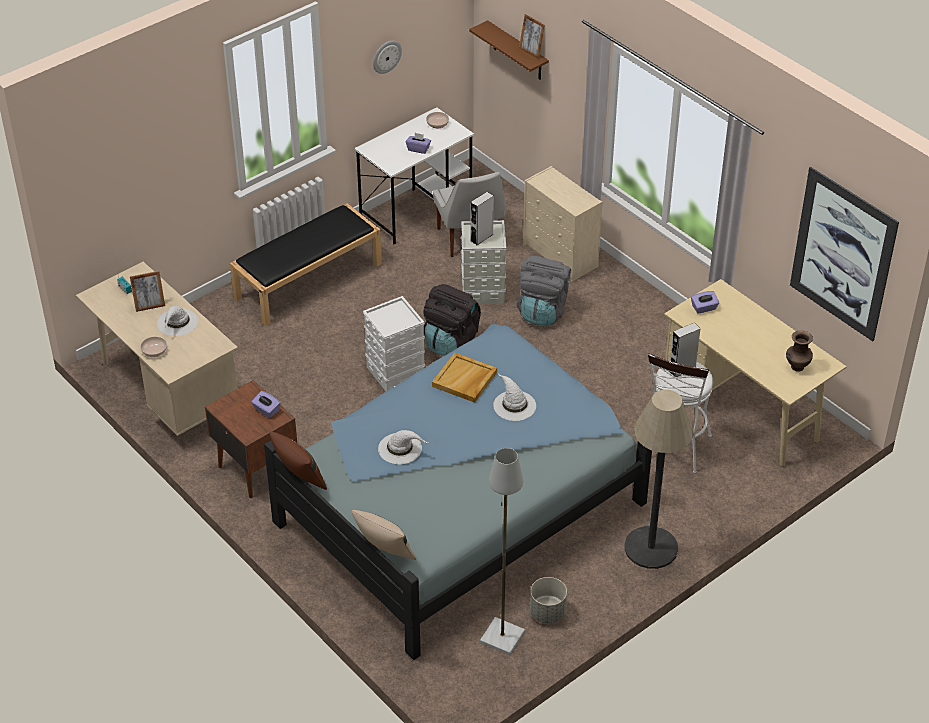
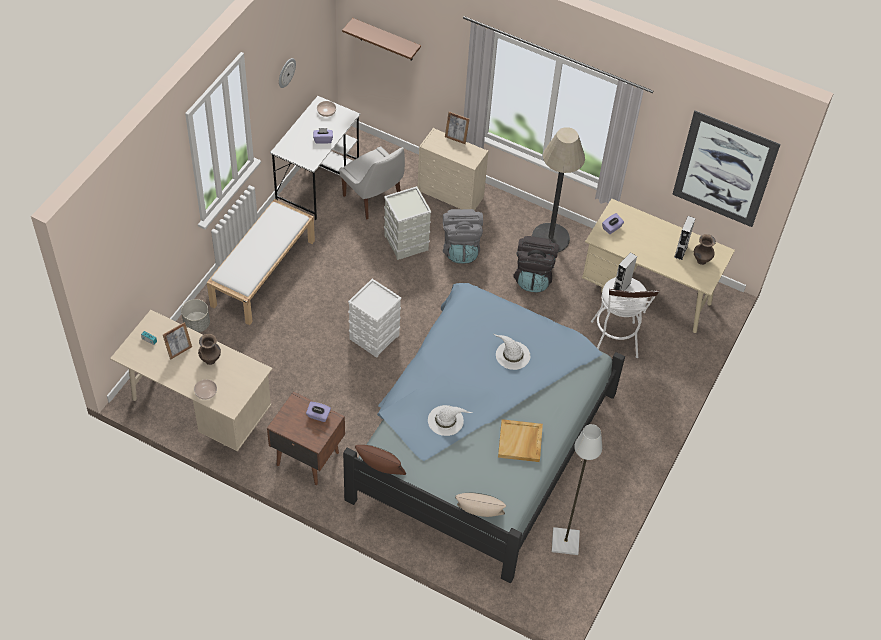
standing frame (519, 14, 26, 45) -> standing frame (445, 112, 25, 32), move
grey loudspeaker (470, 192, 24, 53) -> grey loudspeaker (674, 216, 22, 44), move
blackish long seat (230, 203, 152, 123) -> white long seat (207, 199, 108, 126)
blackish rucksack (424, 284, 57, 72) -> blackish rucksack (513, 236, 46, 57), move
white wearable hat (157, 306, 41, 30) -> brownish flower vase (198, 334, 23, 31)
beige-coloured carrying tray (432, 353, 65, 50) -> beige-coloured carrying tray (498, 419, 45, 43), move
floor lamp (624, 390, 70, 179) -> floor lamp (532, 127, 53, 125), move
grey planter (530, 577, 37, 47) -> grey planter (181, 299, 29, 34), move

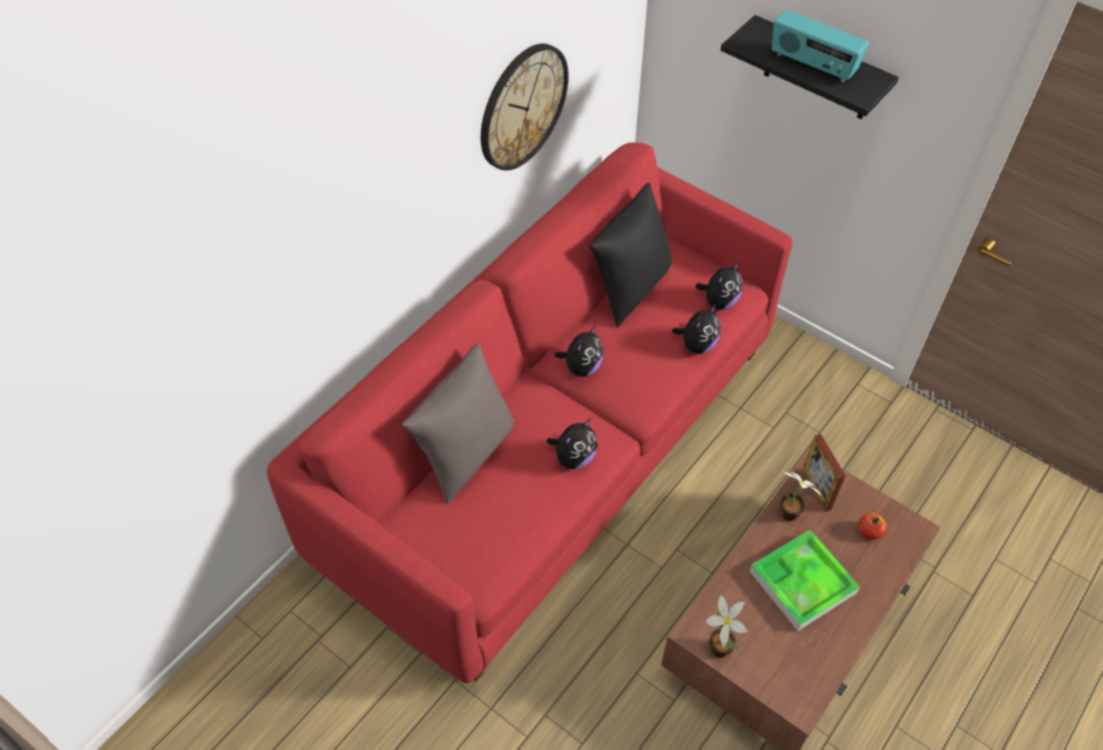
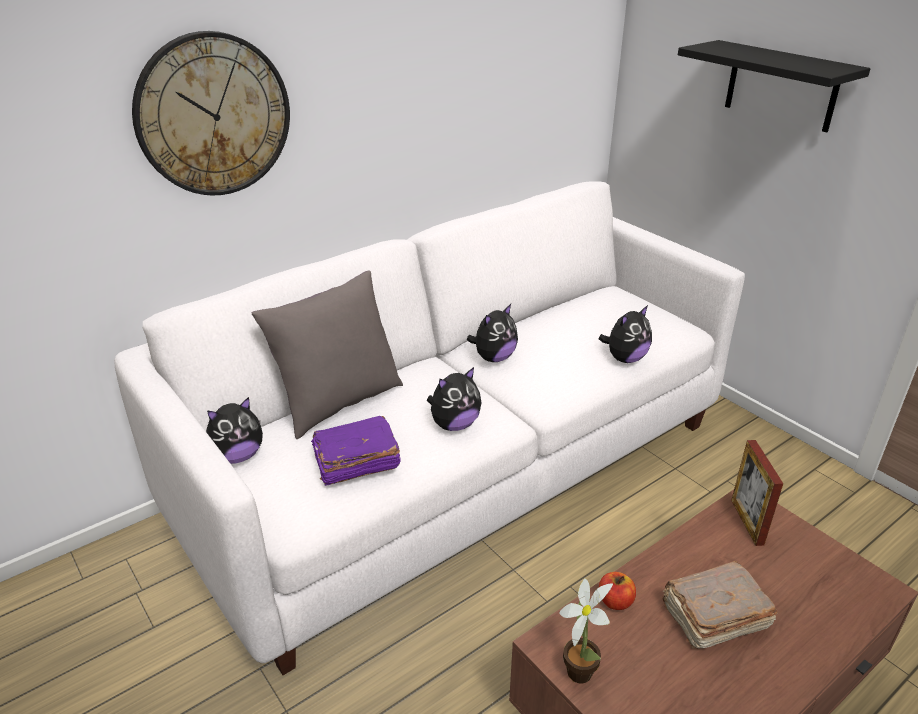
radio (772, 9, 97, 73) -> none
wall clock (481, 43, 88, 128) -> wall clock (132, 31, 158, 165), move
red sofa (267, 142, 526, 541) -> white sofa (114, 181, 631, 494)
blackish throw pillow (589, 183, 83, 144) -> none
soft toy (695, 261, 48, 49) -> soft toy (206, 397, 57, 67), move
potted plant (778, 470, 45, 51) -> none
apple fruit (858, 513, 29, 27) -> apple fruit (599, 572, 37, 38), move
carrying tray (750, 530, 110, 101) -> brownish book (662, 561, 116, 88)
none -> purple book (311, 416, 90, 70)

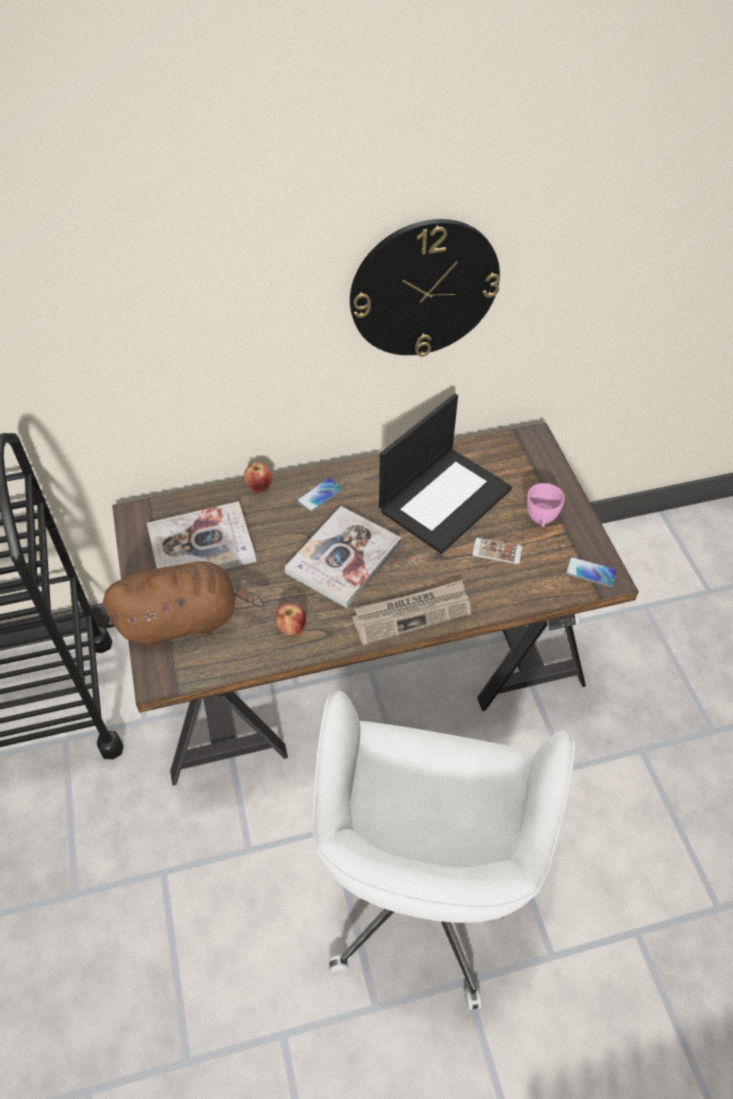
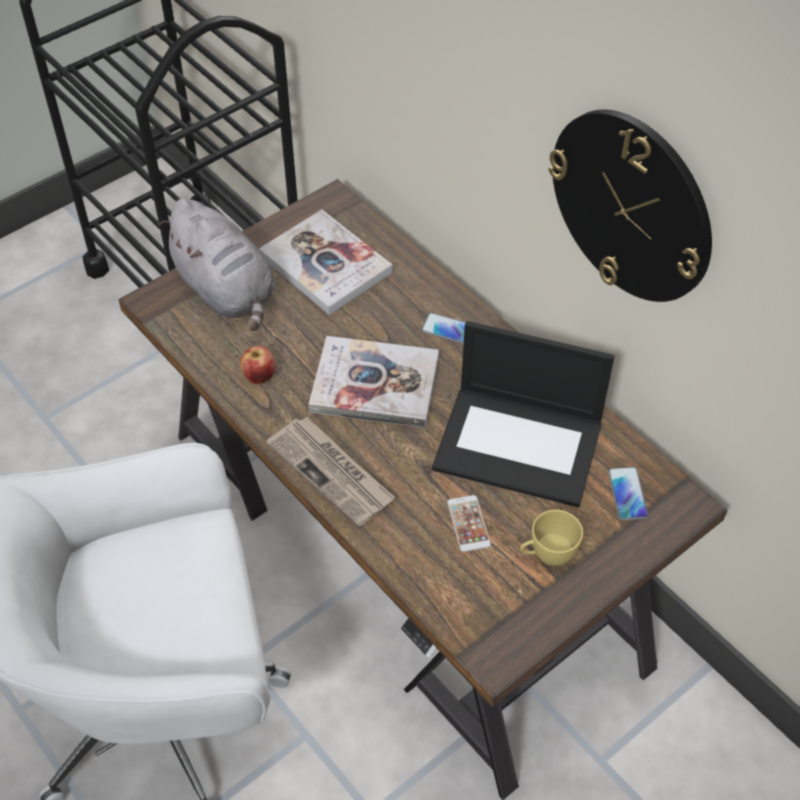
apple fruit (244, 462, 28, 30) -> none
pinkish cup (527, 483, 38, 44) -> yellowish cup (520, 510, 63, 56)
telephone (565, 557, 52, 30) -> telephone (608, 467, 40, 53), move
brownish soft toy (103, 561, 161, 86) -> grey soft toy (159, 198, 117, 133)

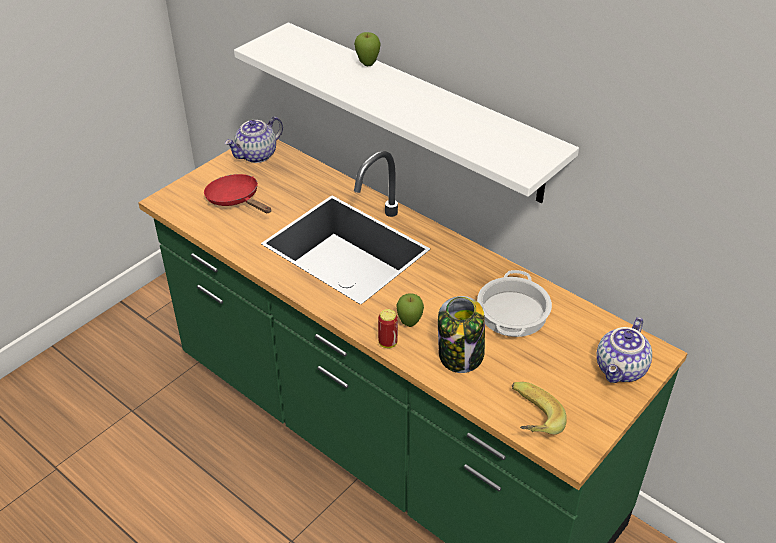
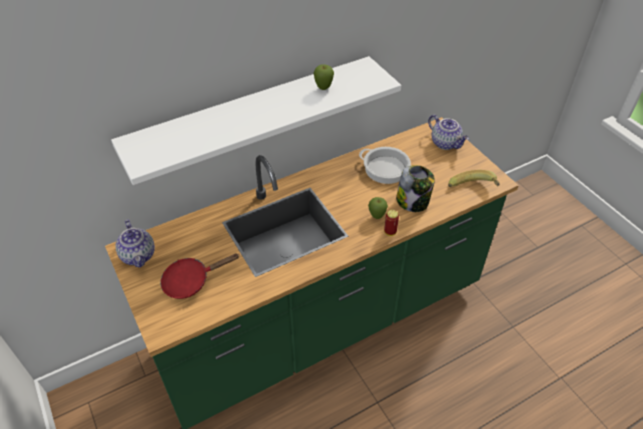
apple fruit (354, 32, 27, 34) -> apple fruit (314, 64, 20, 26), move

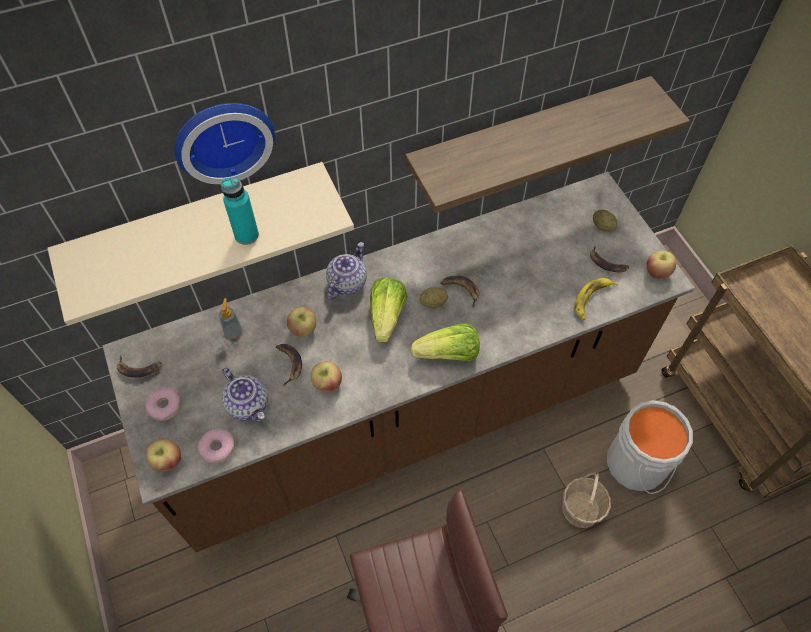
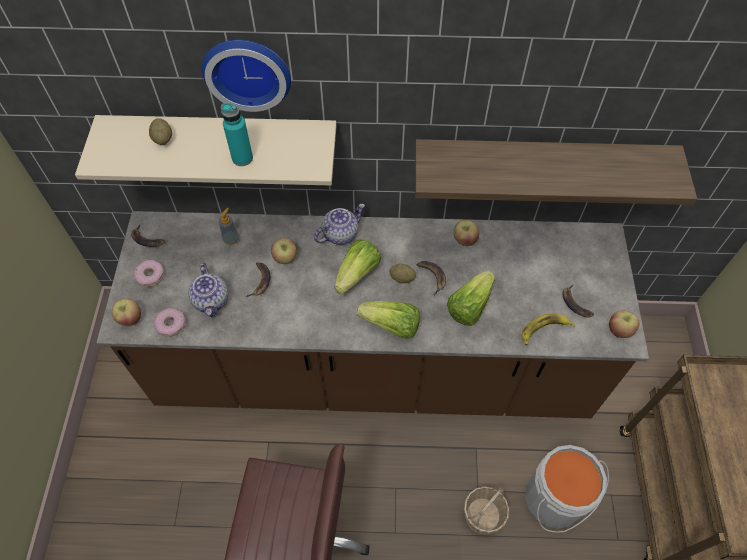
spud (593, 209, 24, 23) -> spud (149, 118, 23, 27), move
apple fruit (311, 361, 31, 31) -> apple fruit (453, 220, 26, 26), move
none -> lettuce (447, 271, 48, 55)

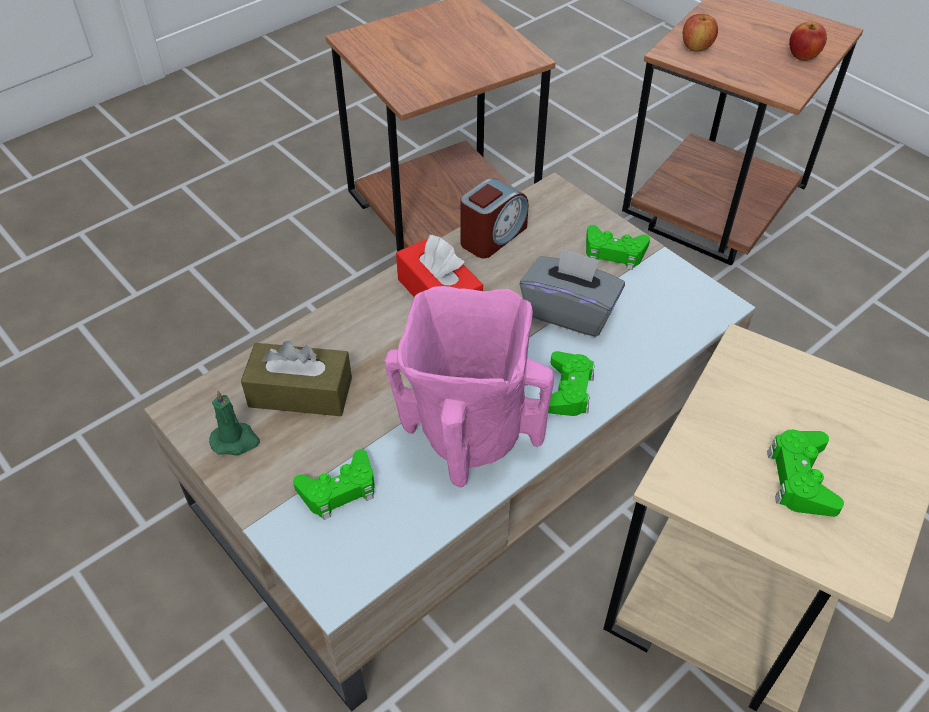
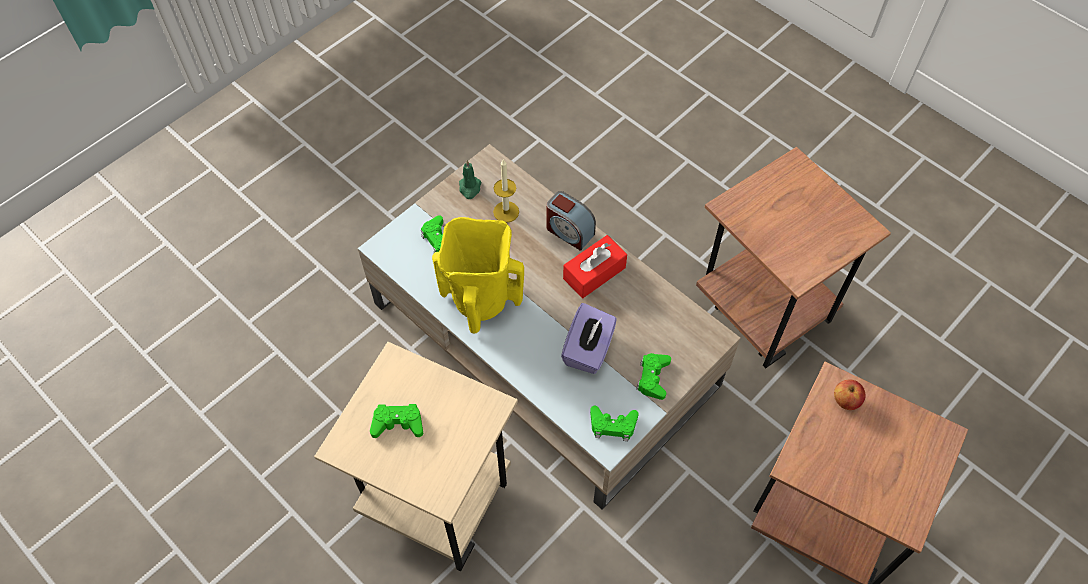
apple fruit (789, 22, 38, 39) -> none
bedside clock (460, 178, 68, 80) -> bedside clock (546, 191, 50, 60), move
grey tissue box (520, 247, 105, 90) -> purple tissue box (561, 303, 56, 71)
pinkish flower vase (385, 286, 169, 201) -> yellowish flower vase (432, 217, 92, 117)
brownish tissue box (241, 341, 111, 75) -> wax light (493, 159, 26, 64)
green-coloured game controller (548, 351, 47, 65) -> green-coloured game controller (590, 406, 49, 35), move

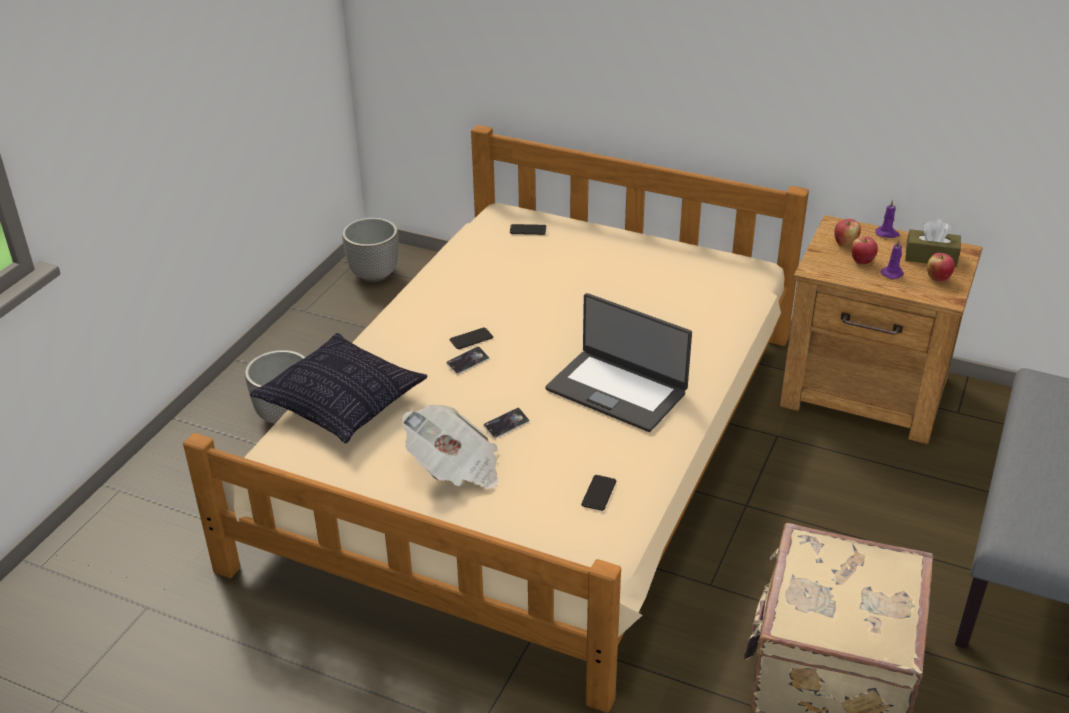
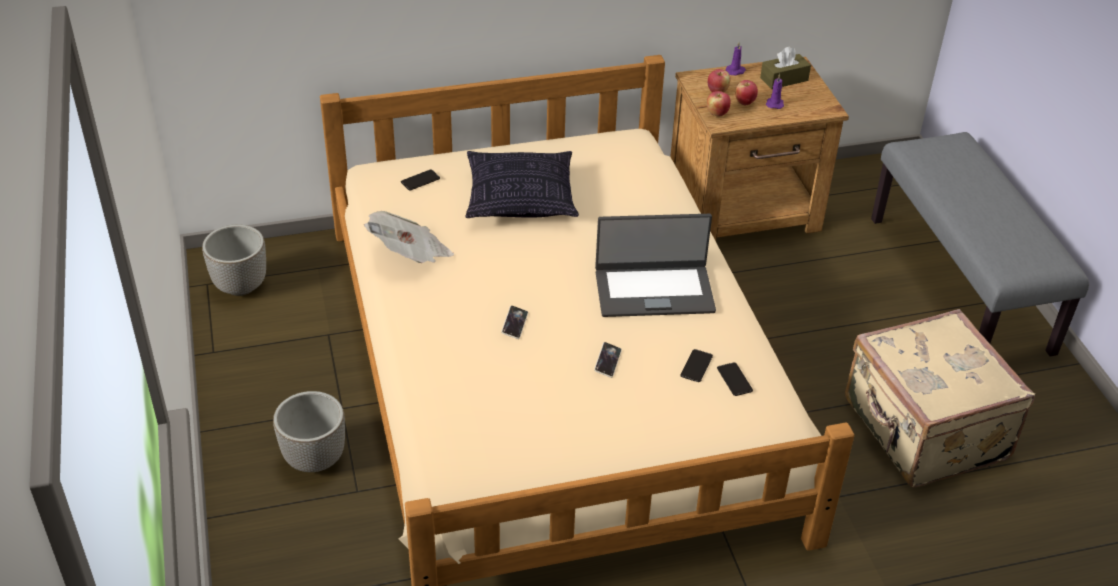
apple fruit (927, 253, 28, 29) -> apple fruit (707, 91, 24, 26), move
telephone (449, 328, 44, 21) -> telephone (680, 349, 33, 33), move
throw pillow (250, 333, 177, 110) -> throw pillow (466, 151, 113, 67), move
daily paper (402, 405, 96, 84) -> daily paper (364, 211, 90, 53), move

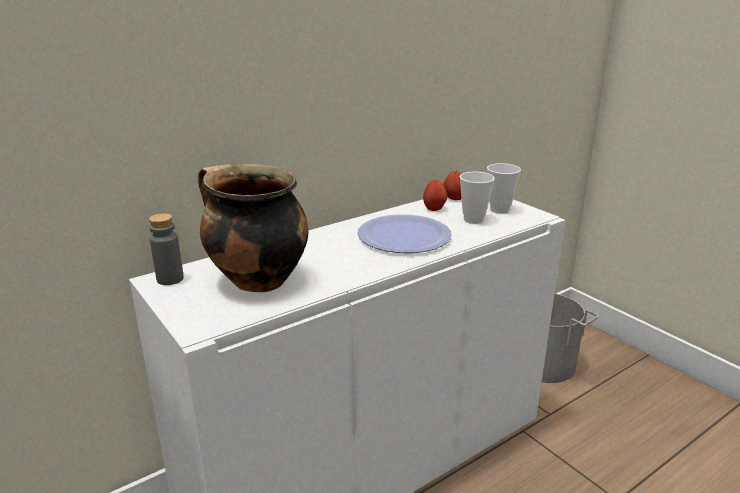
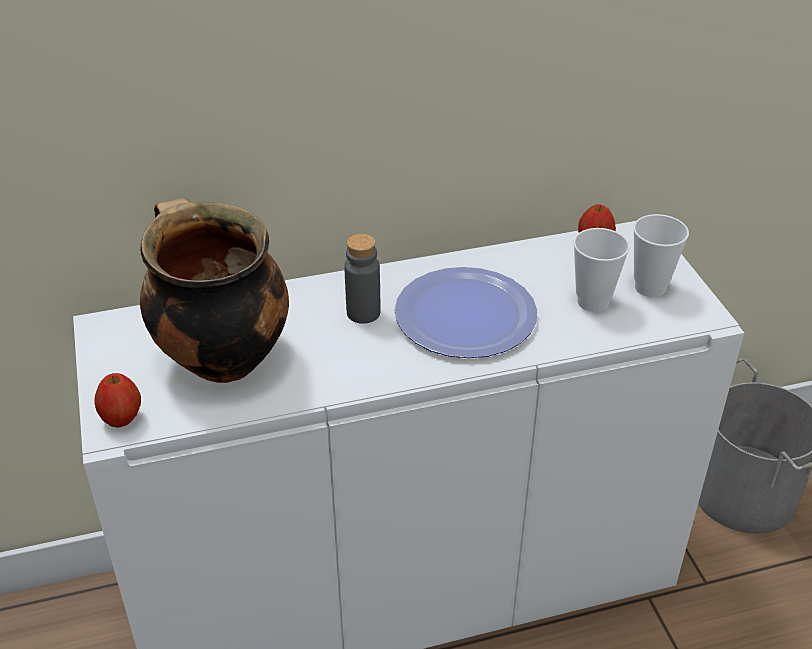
apple fruit (423, 180, 24, 31) -> apple fruit (94, 373, 47, 55), move
grey beverage bottle (149, 213, 35, 72) -> grey beverage bottle (344, 234, 37, 90), move

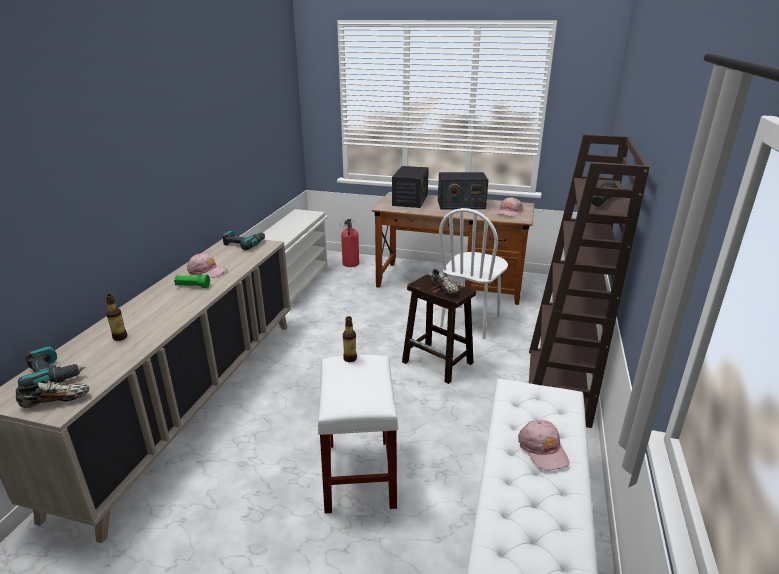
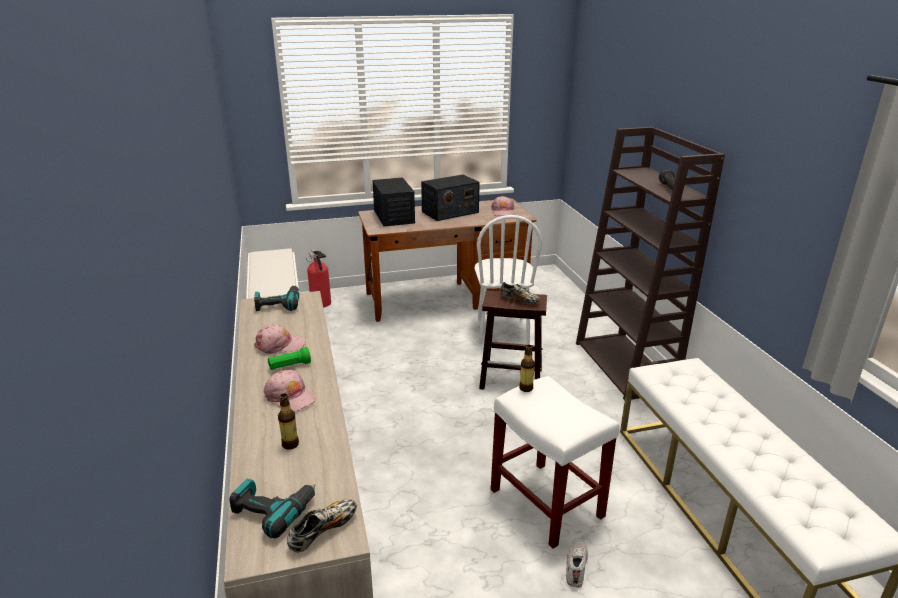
pinkish cap (518, 420, 51, 50) -> pinkish cap (264, 370, 52, 42), move
none -> white shoe (566, 542, 22, 46)

